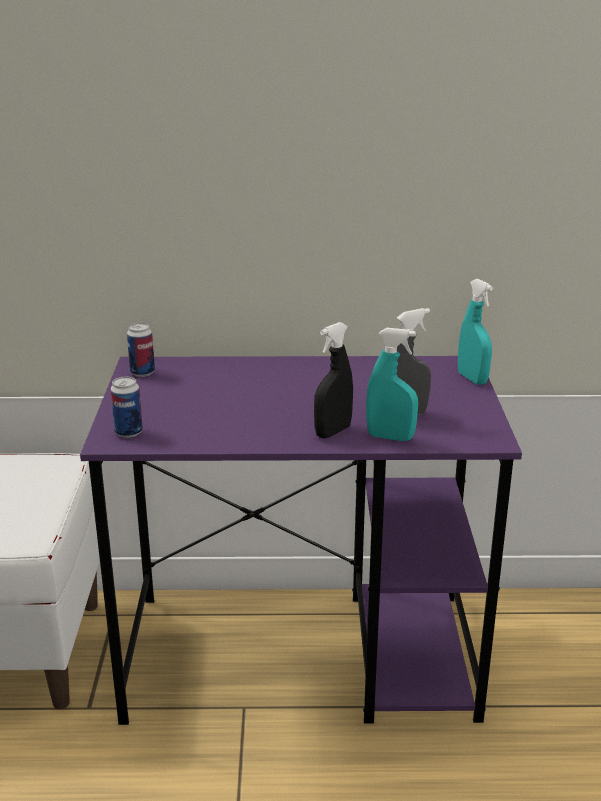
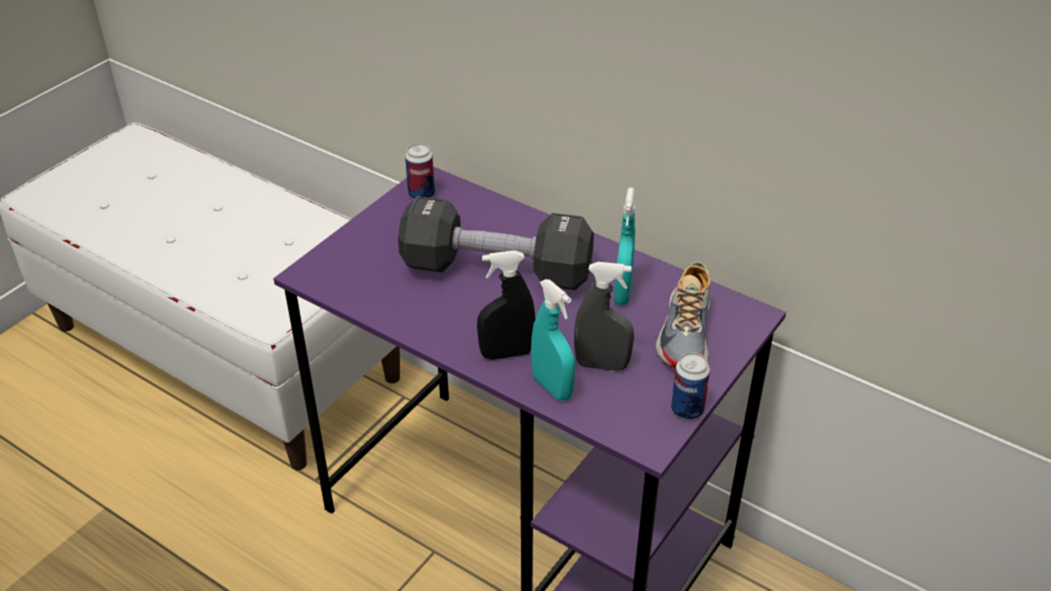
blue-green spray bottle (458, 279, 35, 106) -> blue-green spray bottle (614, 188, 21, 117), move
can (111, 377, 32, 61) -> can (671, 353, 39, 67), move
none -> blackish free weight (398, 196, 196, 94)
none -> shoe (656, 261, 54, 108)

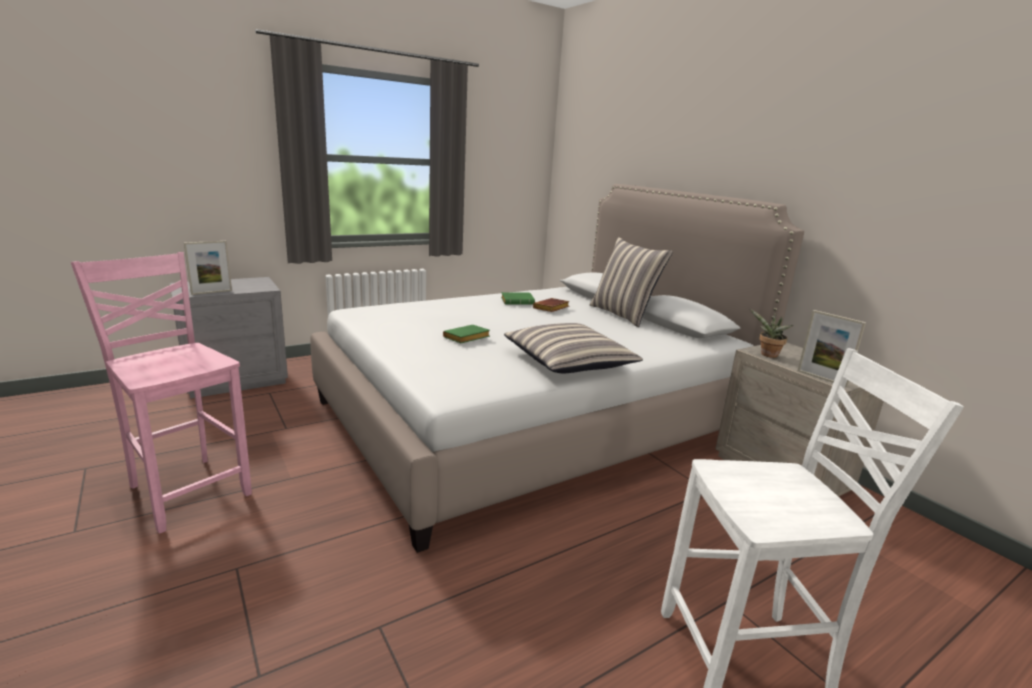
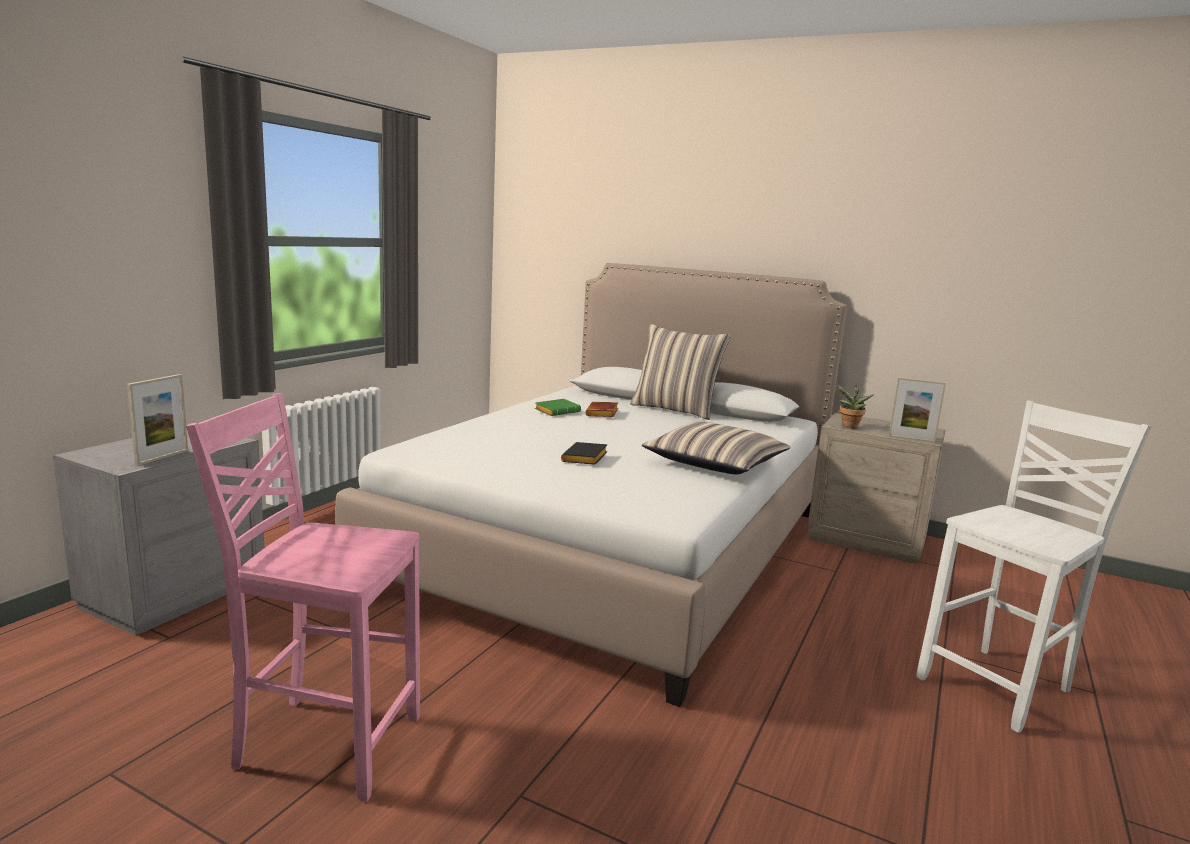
green-coloured book (443, 325, 47, 18) -> blackish book (561, 442, 46, 23)

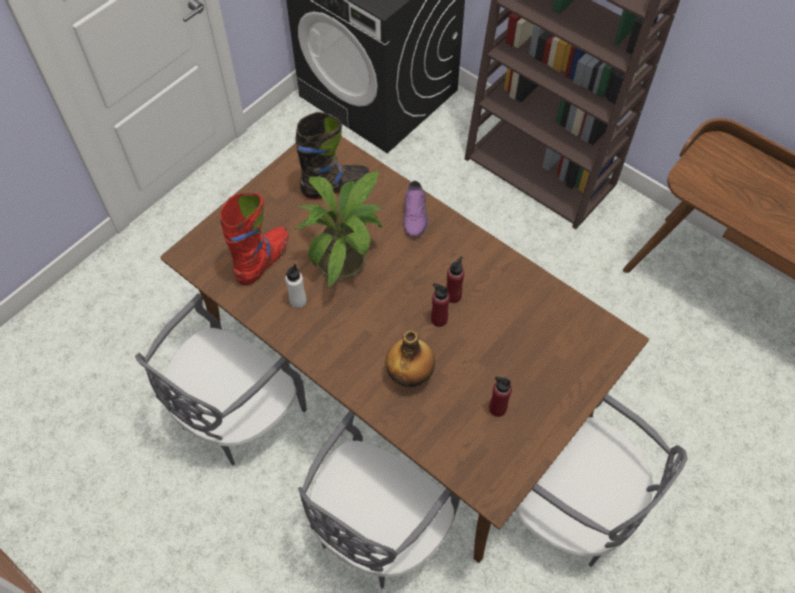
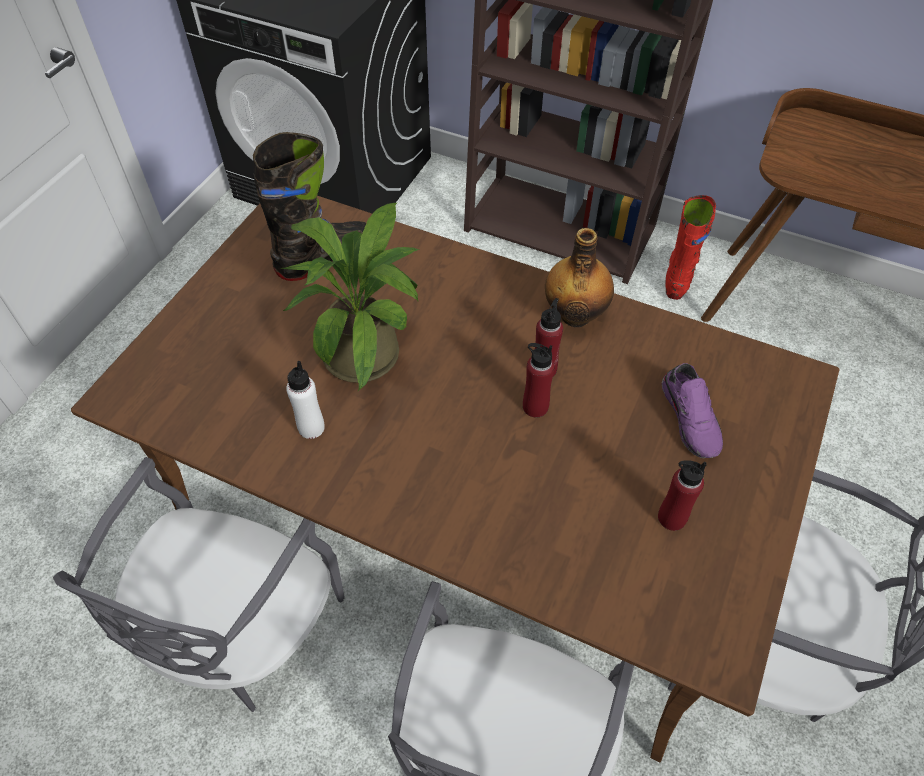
purple shoe (403, 181, 26, 55) -> purple shoe (662, 363, 61, 95), move
red boot (220, 192, 69, 93) -> red boot (665, 195, 51, 105), move
beverage bottle (385, 330, 50, 57) -> beverage bottle (545, 228, 69, 99), move

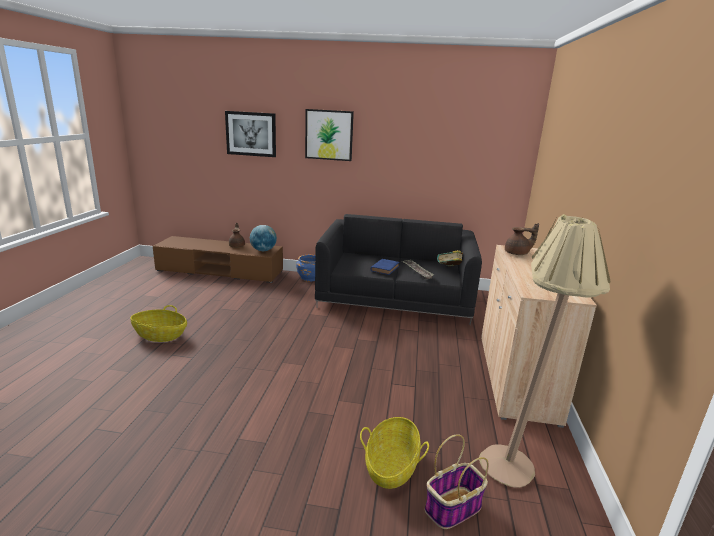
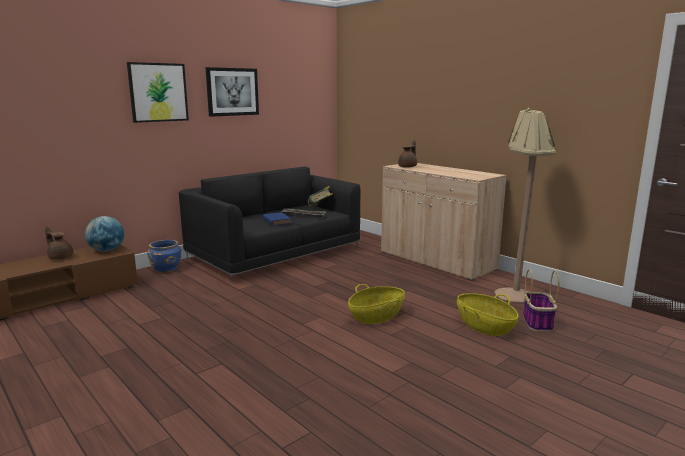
wall picture (225, 111, 51, 46) -> wall picture (206, 67, 53, 50), move
household basket (130, 305, 57, 37) -> household basket (348, 284, 57, 40), move

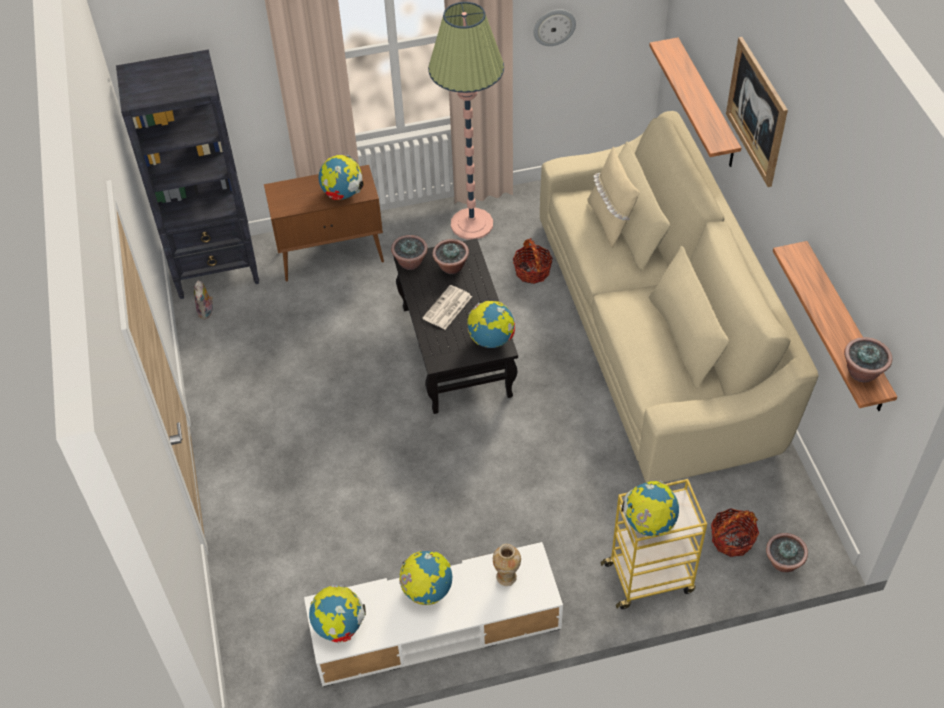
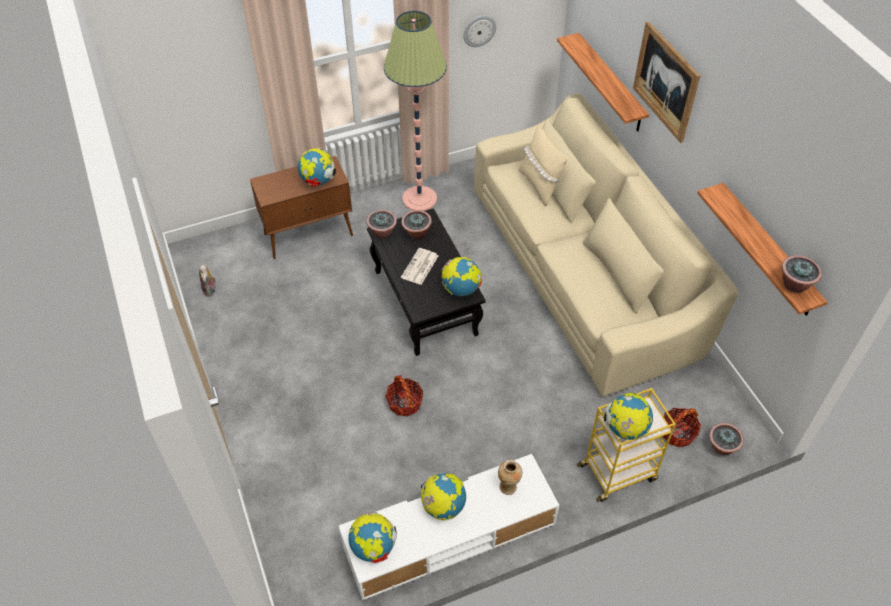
blackish bookshelf (116, 50, 143, 249) -> none
household basket (513, 238, 40, 46) -> household basket (386, 375, 37, 41), move

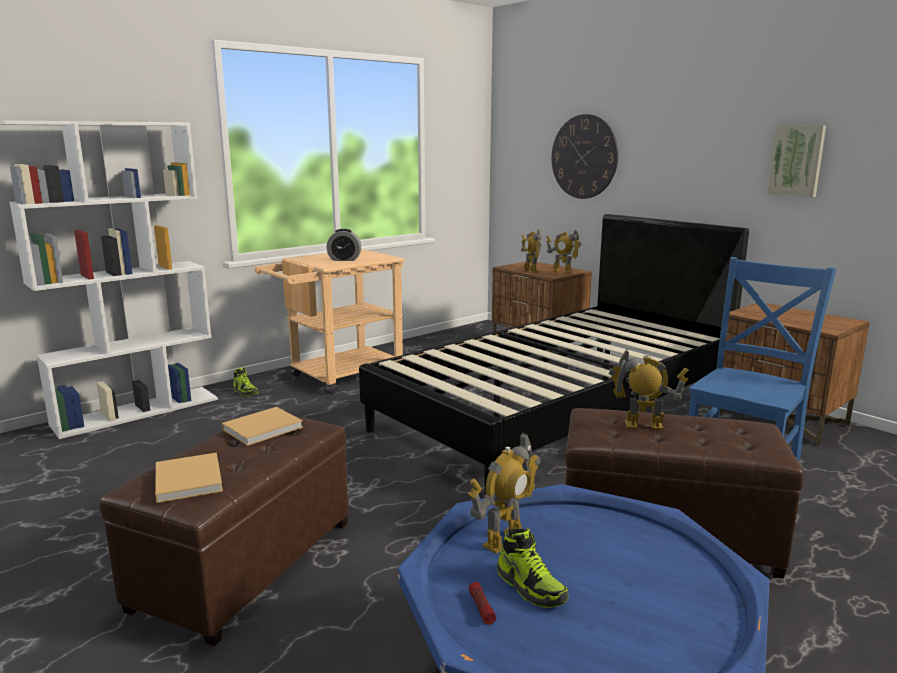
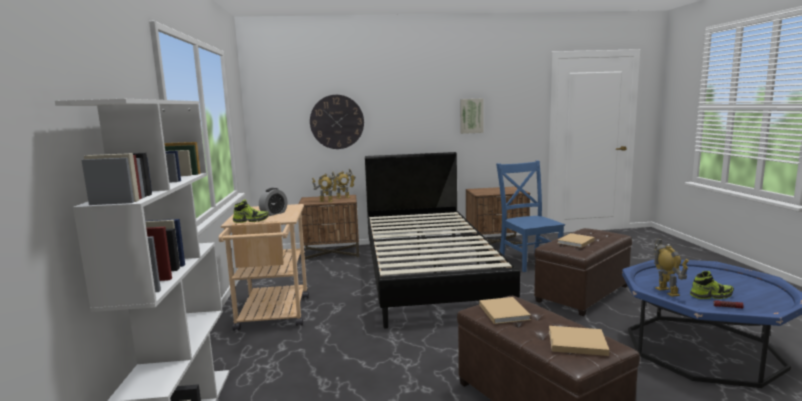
toy robot (609, 349, 79, 81) -> beige-coloured book (558, 233, 37, 15)
shoe (233, 367, 25, 29) -> shoe (233, 199, 36, 24), move

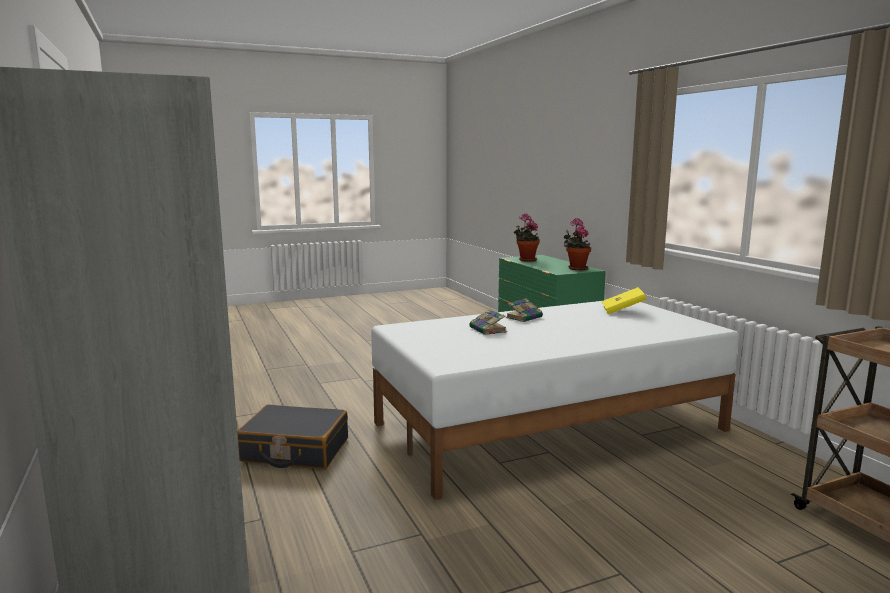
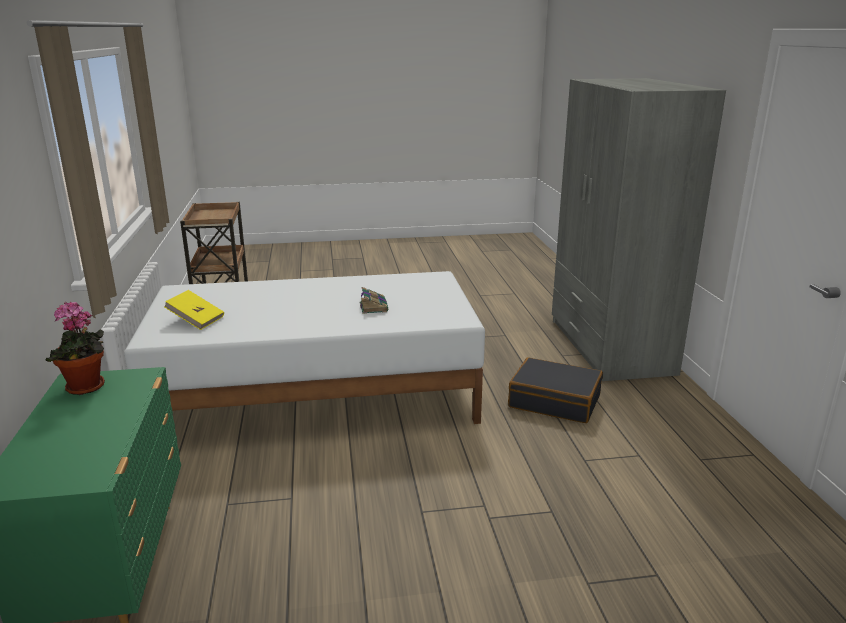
potted plant (513, 213, 27, 49) -> none
book (506, 298, 37, 24) -> none

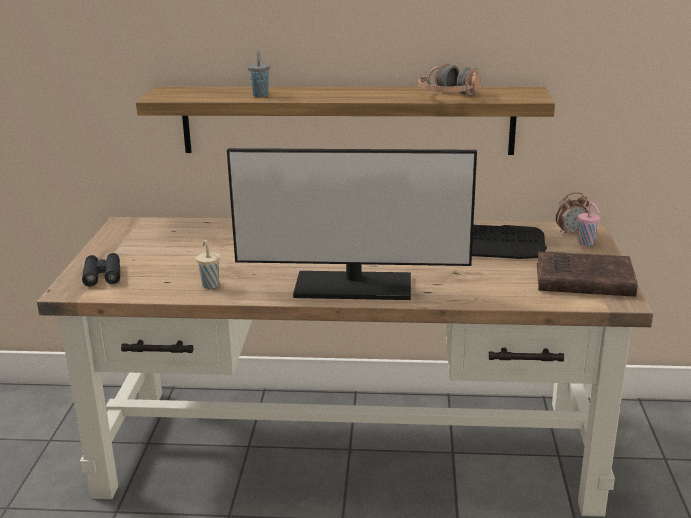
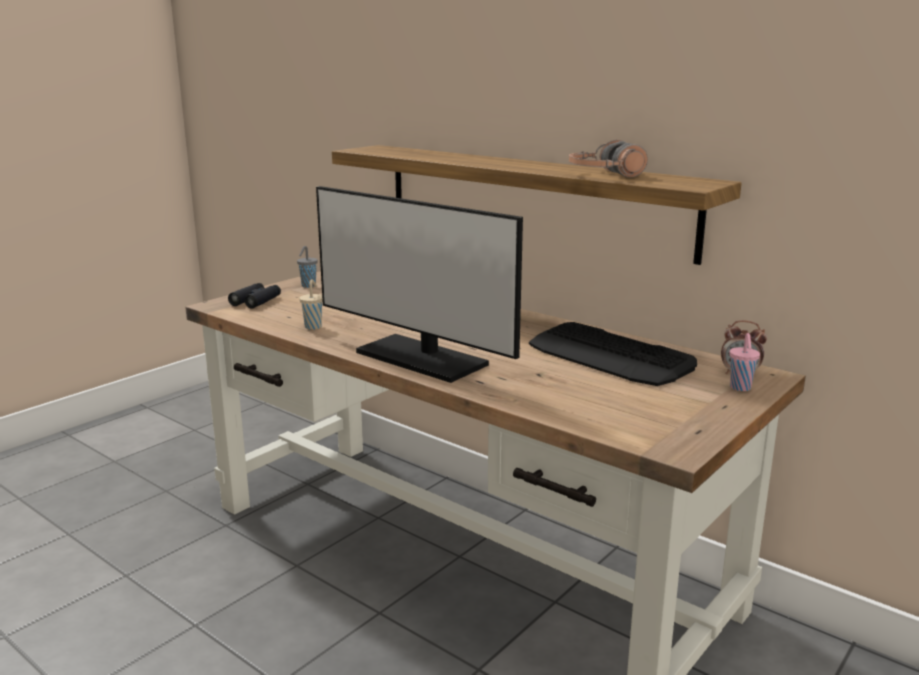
grey cup (248, 50, 22, 47) -> grey cup (297, 246, 21, 42), move
brownish book (537, 251, 101, 46) -> none

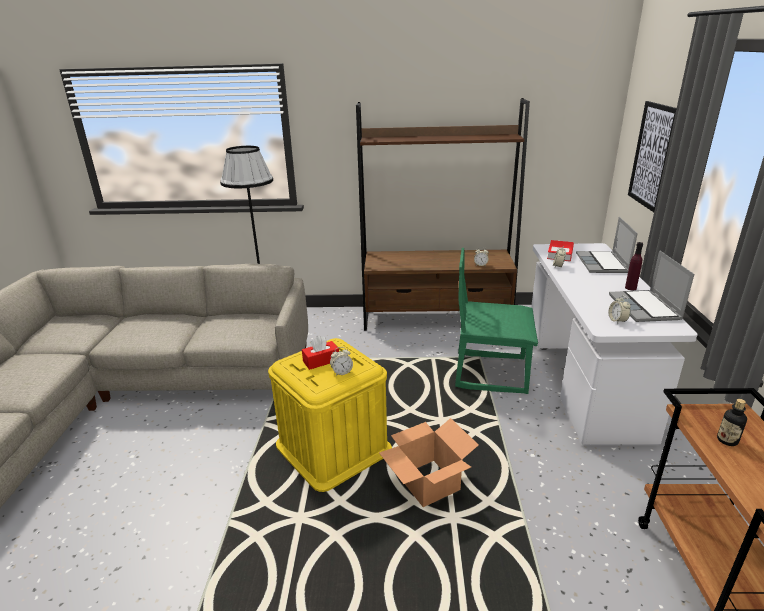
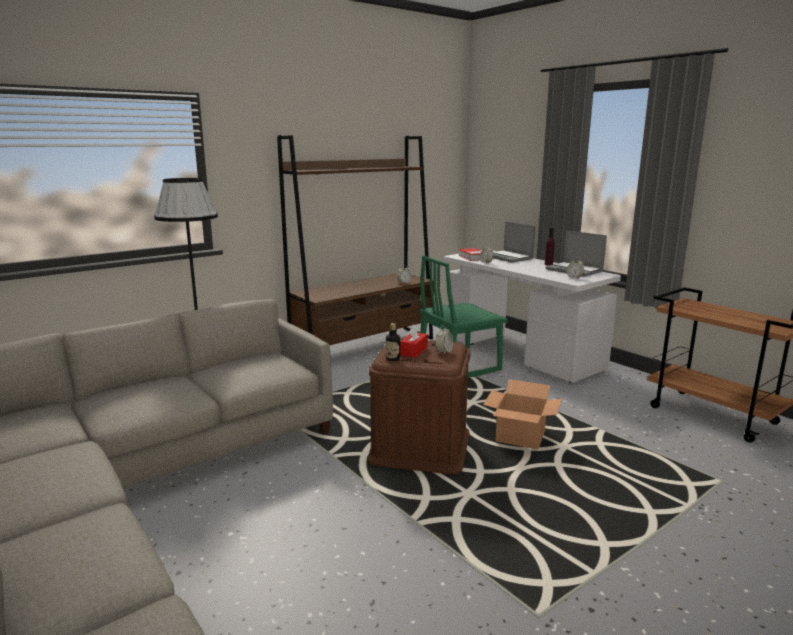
wall picture (628, 101, 49, 111) -> none
yellowish storage container (268, 338, 124, 154) -> brownish storage container (367, 338, 104, 136)
beverage bottle (717, 399, 30, 47) -> beverage bottle (386, 323, 14, 38), move

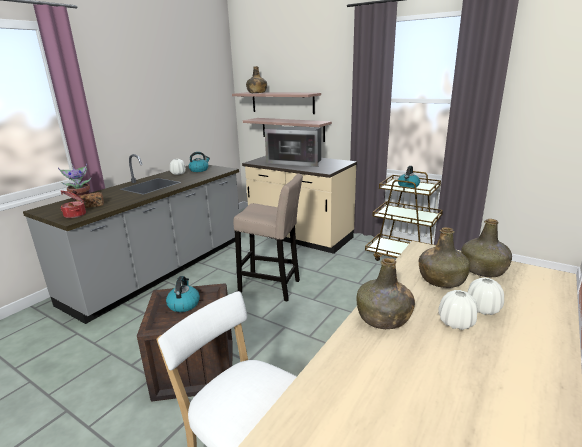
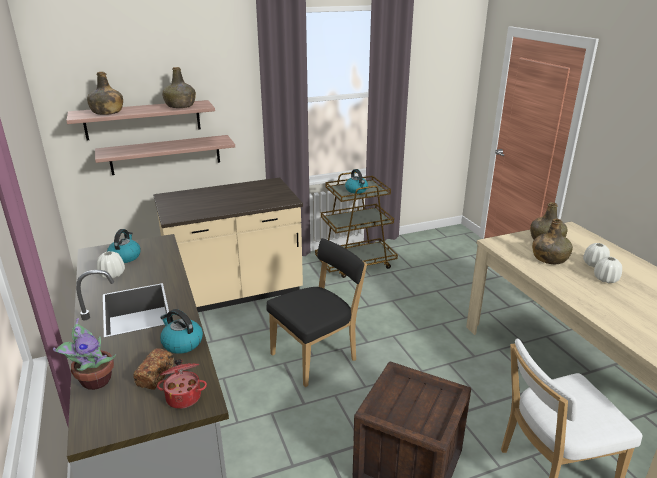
microwave (264, 126, 57, 41) -> none
beige-coloured sitting stool (233, 174, 70, 128) -> blackish upright chair (266, 238, 101, 149)
green-coloured beverage bottle (357, 258, 58, 71) -> green-coloured beverage bottle (162, 67, 34, 41), move
water kettle (166, 276, 34, 36) -> water kettle (160, 309, 43, 45), move

